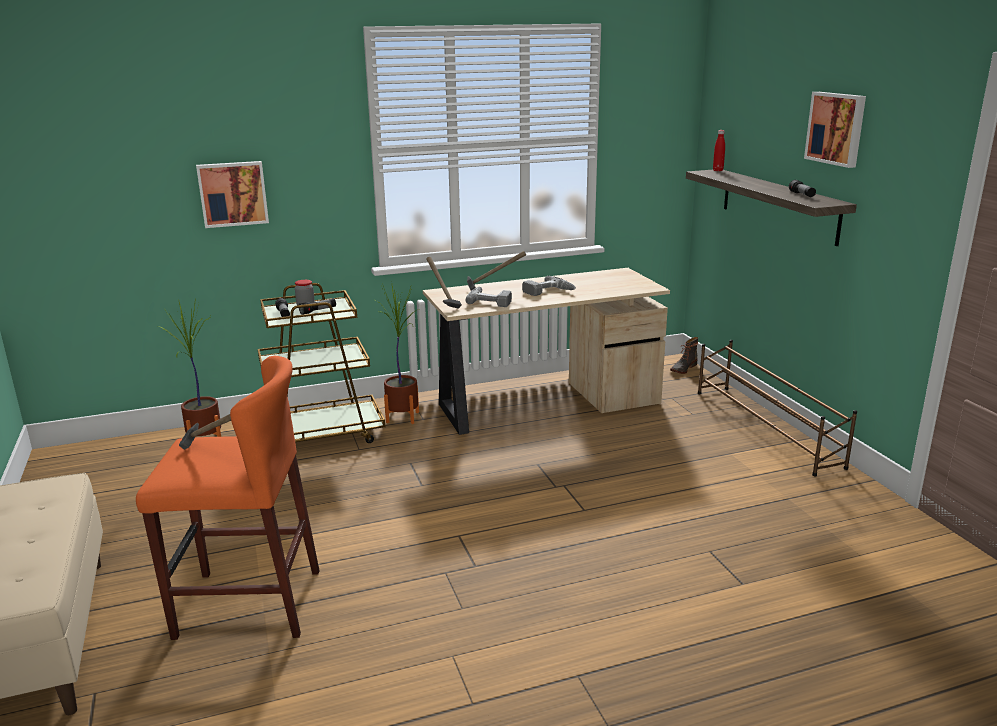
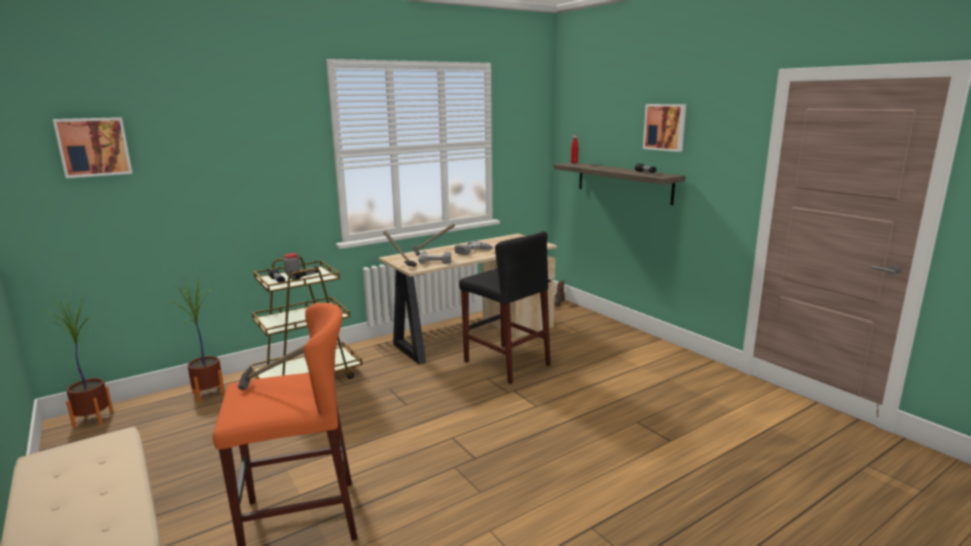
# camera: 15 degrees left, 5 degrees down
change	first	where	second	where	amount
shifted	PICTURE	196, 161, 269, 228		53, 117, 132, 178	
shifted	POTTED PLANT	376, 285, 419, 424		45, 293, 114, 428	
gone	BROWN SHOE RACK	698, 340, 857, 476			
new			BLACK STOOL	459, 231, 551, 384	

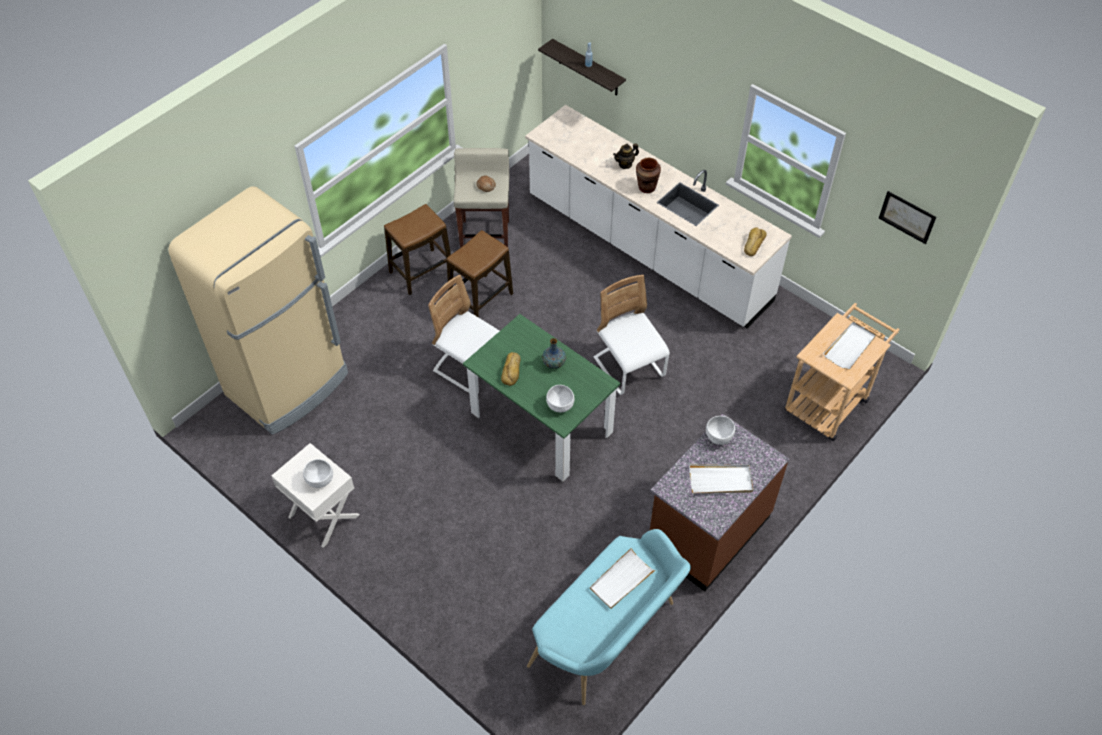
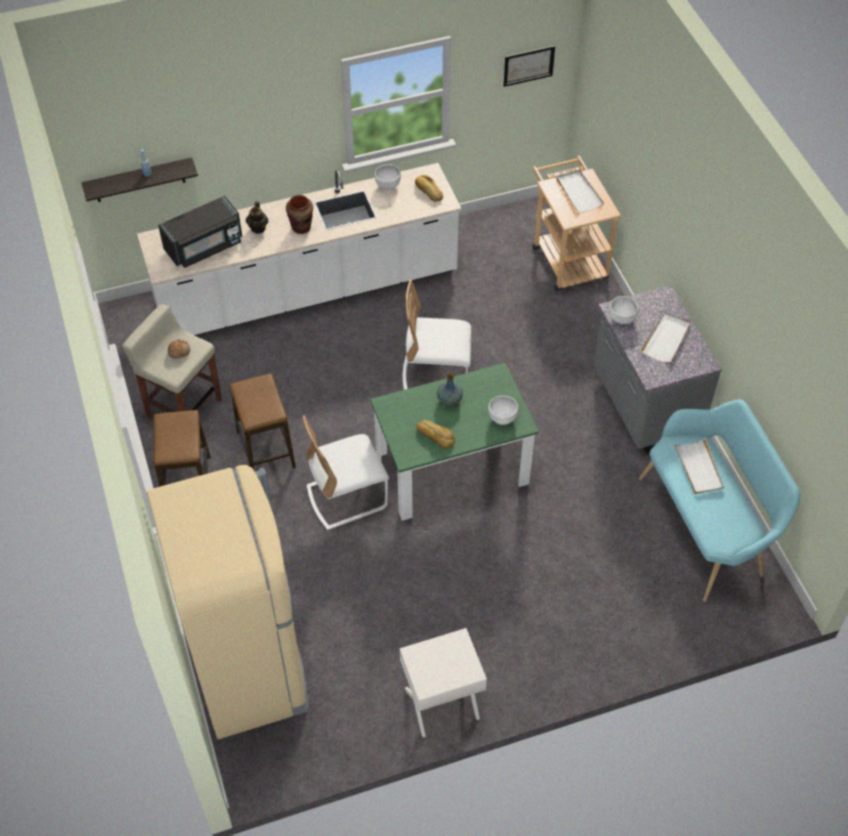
# camera: 60 degrees left, 0 degrees up
change	first	where	second	where	amount
shifted	WHITE BOWL	303, 459, 333, 488		375, 164, 401, 190	
repainted	BROWN COUNTER	650, 414, 789, 592	GREY COUNTER	594, 285, 722, 453	
new			BLACK MICROWAVE	158, 196, 242, 268	

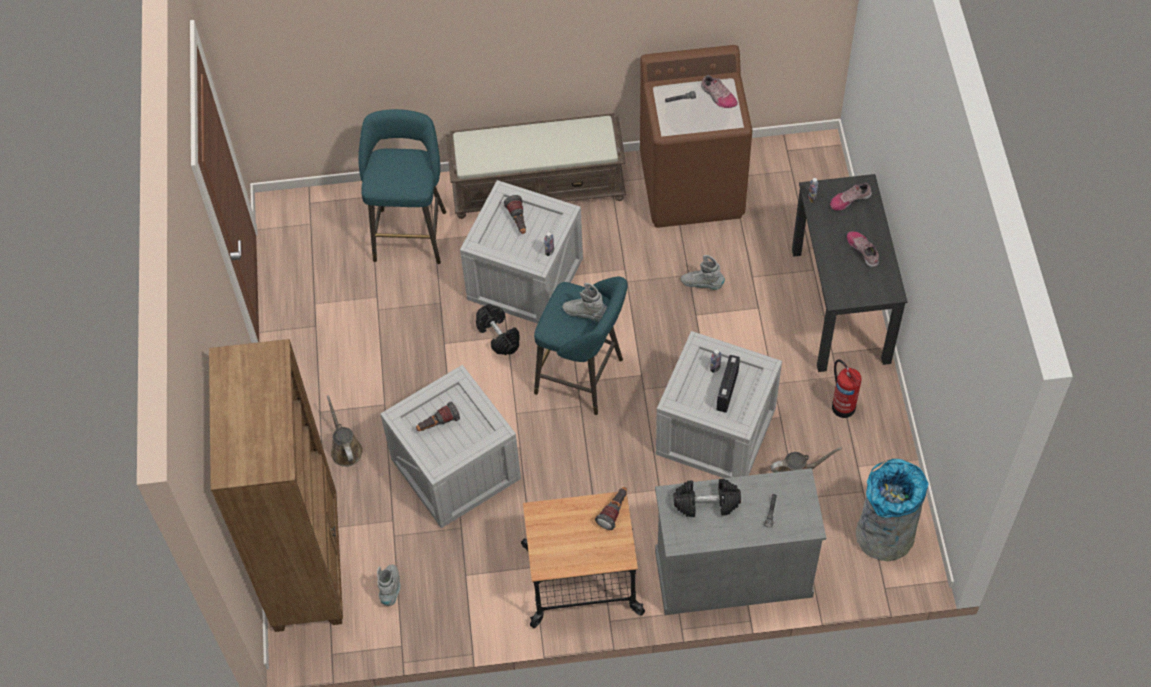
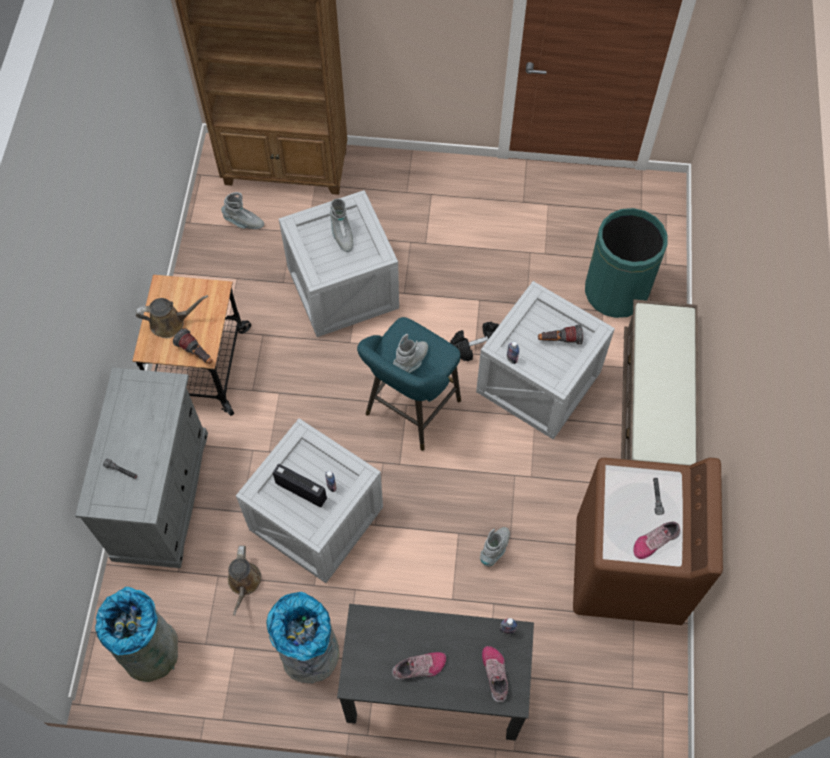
# camera: 100 degrees right, 5 degrees up
change	first	where	second	where	amount
shifted	BROWN WATERING CAN	327, 395, 363, 467		136, 295, 208, 338	
swapped	TURQUOISE STOOL	358, 109, 446, 264	GREEN TRASH CAN	585, 208, 667, 318	
swapped	FLASHLIGHT	416, 401, 460, 431	GREY BOOT	330, 198, 353, 252	
gone	BLACK DUMBBELL	674, 479, 741, 517			
swapped	FIRE EXTINGUISHER	832, 359, 861, 418	GREY TRASH CAN	266, 592, 339, 683	

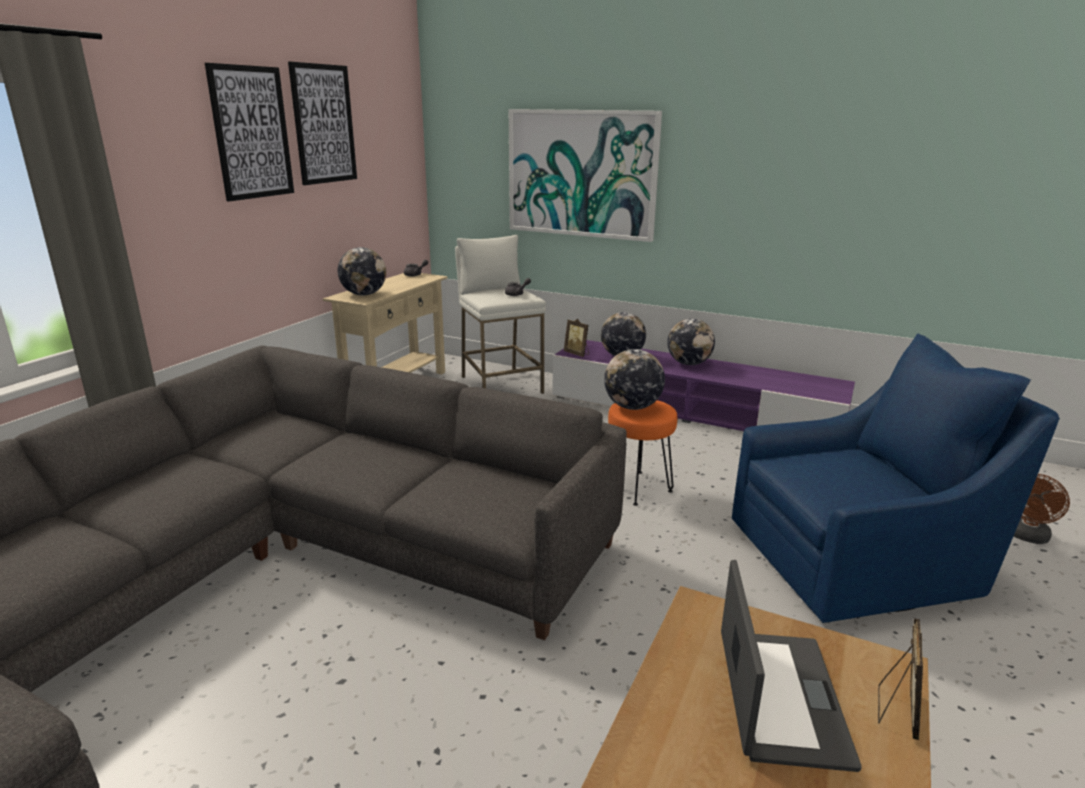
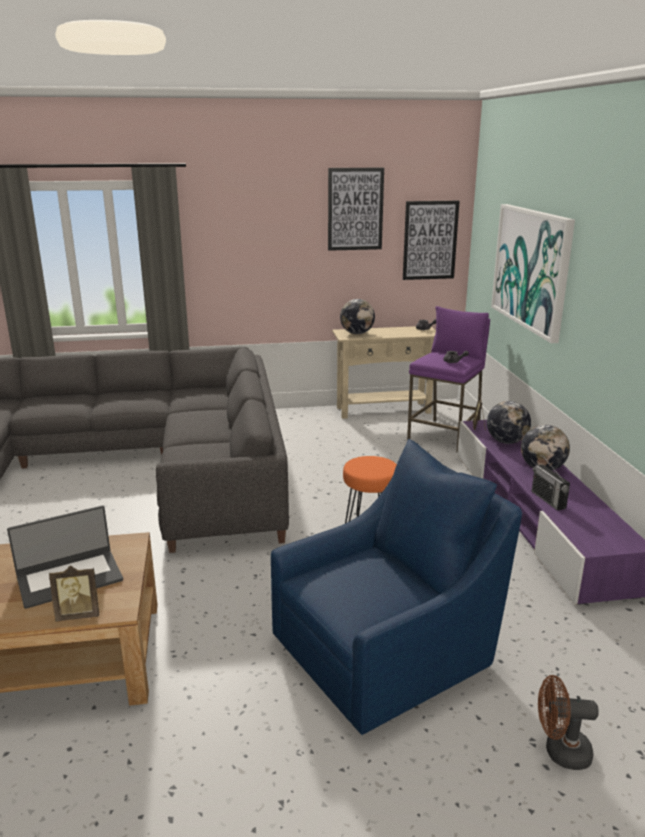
# camera: 55 degrees right, 0 degrees up
change	first	where	second	where	amount
shifted	PICTURE	205, 63, 294, 201		403, 201, 460, 280	
repainted	WHITE STOOL	455, 235, 546, 394	PURPLE STOOL	407, 306, 490, 453	
gone	GLOBE	604, 349, 665, 410			
rotated	BLUE ARMCHAIR	732, 333, 1060, 623		271, 439, 523, 735	75 degrees counterclockwise
new			RADIO	532, 455, 570, 511	

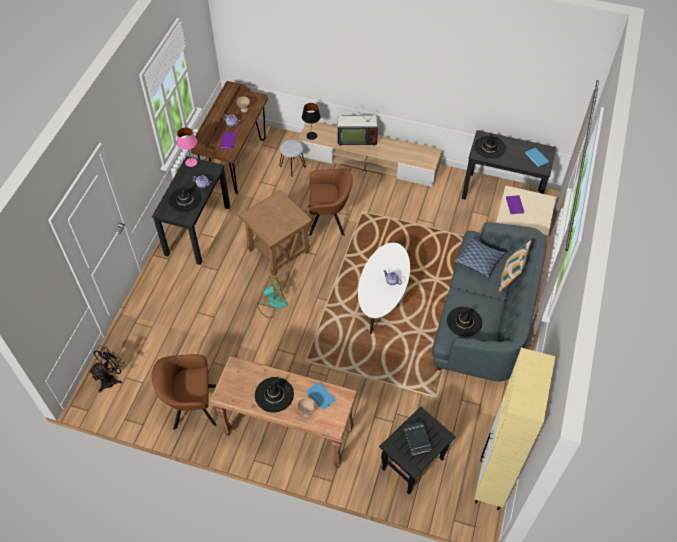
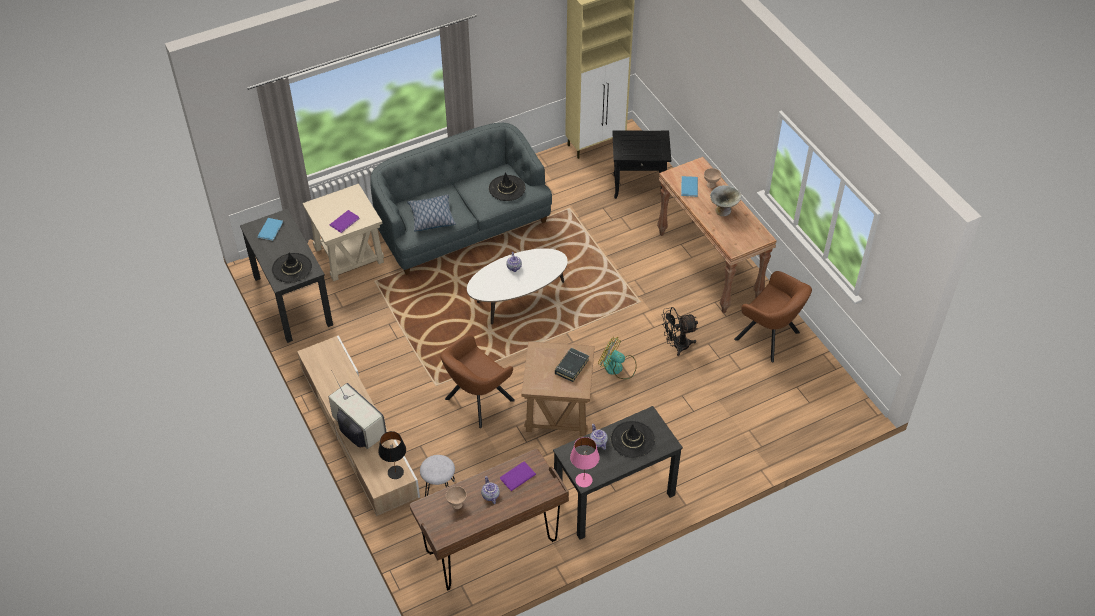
# camera: 135 degrees left, 5 degrees down
change	first	where	second	where	amount
shifted	BLACK FAN	89, 345, 125, 393		662, 307, 698, 356	
swapped	BLACK HAT	255, 377, 294, 412	GREY BOWL	710, 185, 741, 216	
rotated	BROWN ARMCHAIR	308, 168, 353, 236		440, 334, 515, 428	90 degrees counterclockwise
shifted	BLACK BOOK	403, 422, 432, 456		555, 348, 589, 382	
gone	PILLOW	499, 240, 531, 292			

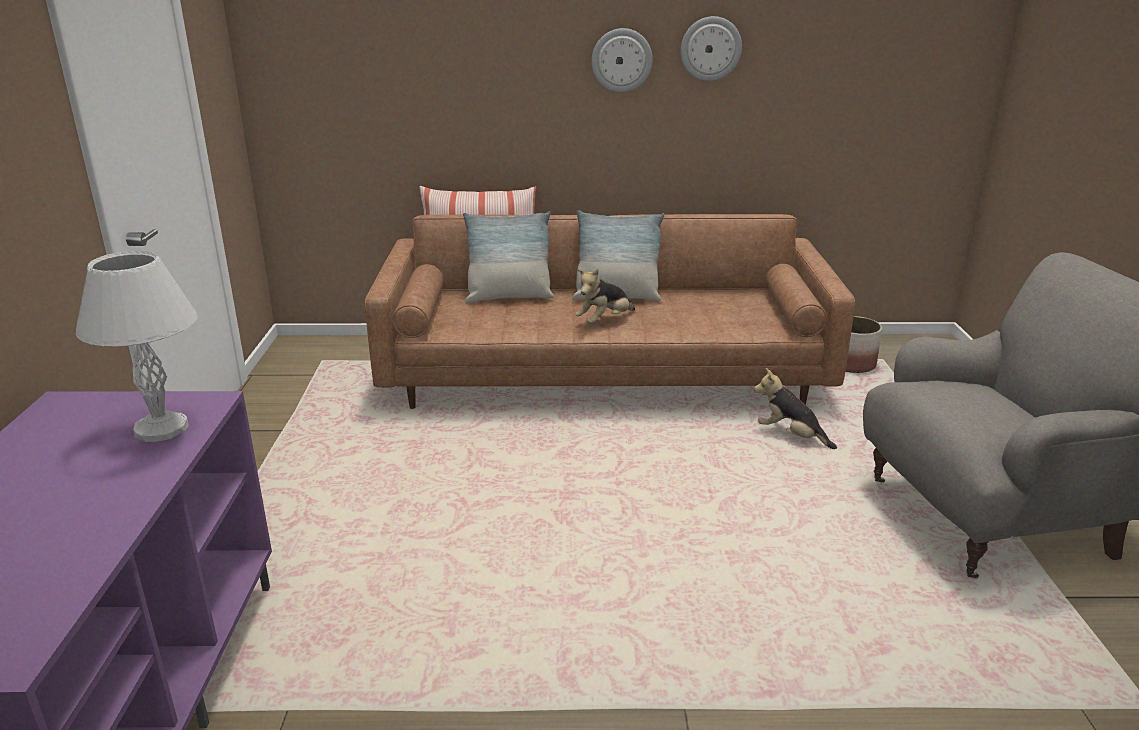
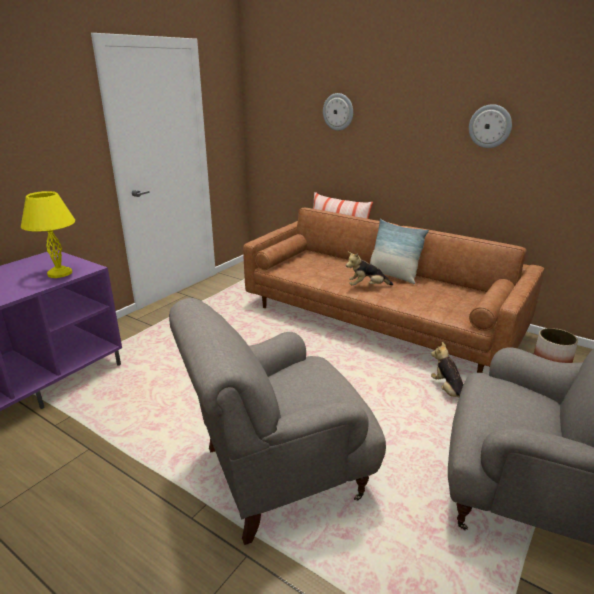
# camera: 35 degrees right, 0 degrees up
change	first	where	second	where	amount
repainted	WHITE TABLE LAMP	76, 251, 198, 442	YELLOW TABLE LAMP	21, 191, 75, 278	
gone	PILLOW	463, 211, 554, 303			
shifted	WALL CLOCK	592, 28, 653, 92		323, 93, 353, 131	
new			GREY ARMCHAIR	169, 298, 386, 545	

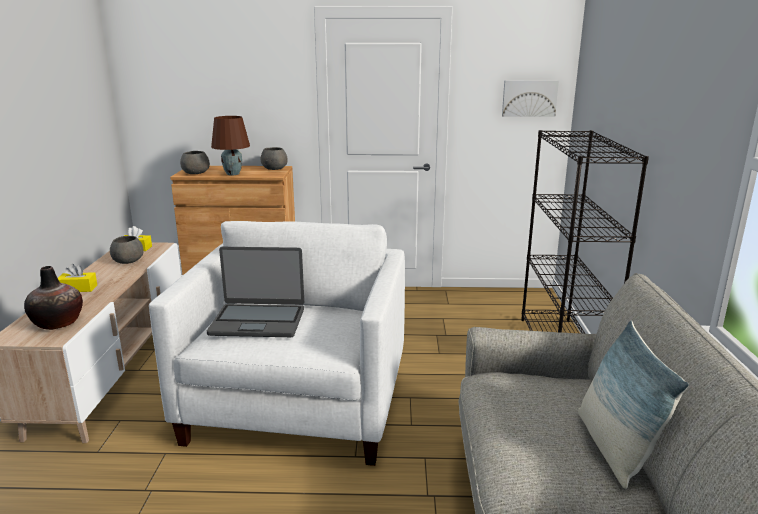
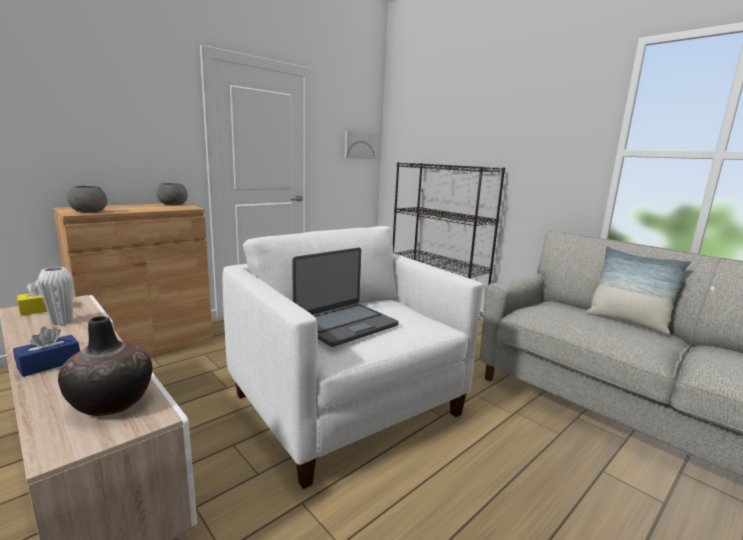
# camera: 45 degrees left, 5 degrees down
change	first	where	second	where	amount
repainted	YELLOW TISSUE BOX	58, 264, 97, 292	BLUE TISSUE BOX	13, 327, 80, 377	
swapped	GREY BOWL	110, 236, 144, 264	WHITE VASE	38, 267, 73, 325	
gone	BROWN TABLE LAMP	211, 116, 250, 175			

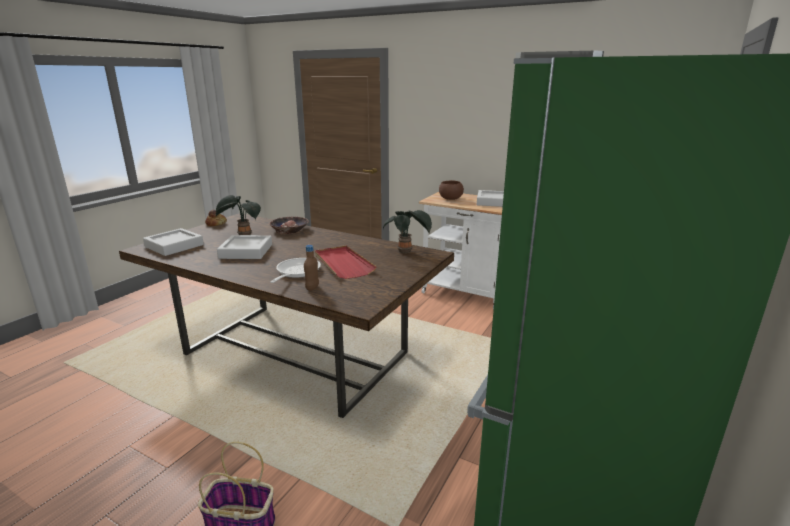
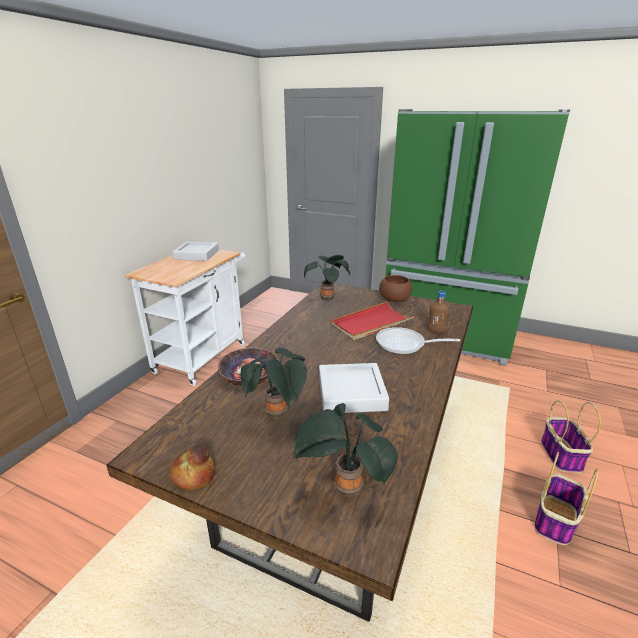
# camera: 95 degrees left, 5 degrees up
change	first	where	second	where	amount
swapped	GREY TRAY	143, 228, 204, 256	POTTED PLANT	292, 403, 398, 497	
shifted	BROWN BOWL	439, 180, 464, 200		379, 275, 412, 302	
new			BASKET	534, 452, 599, 545	

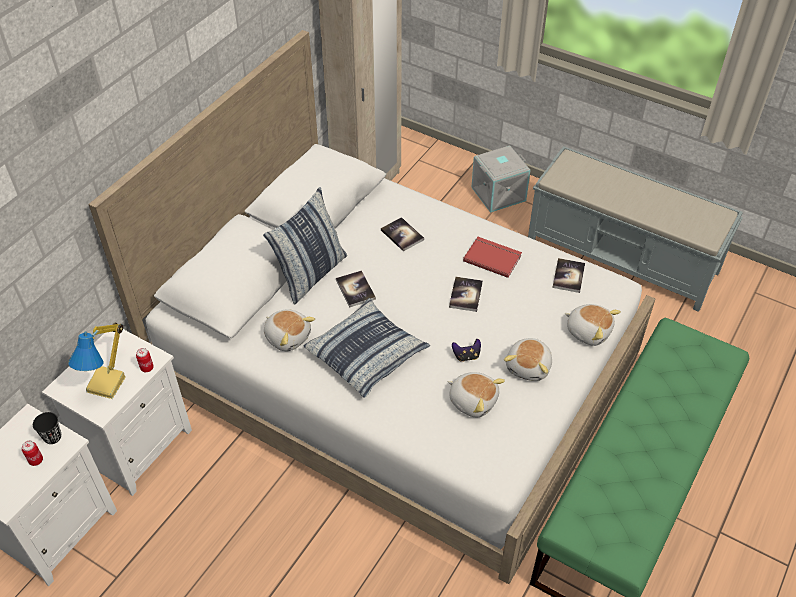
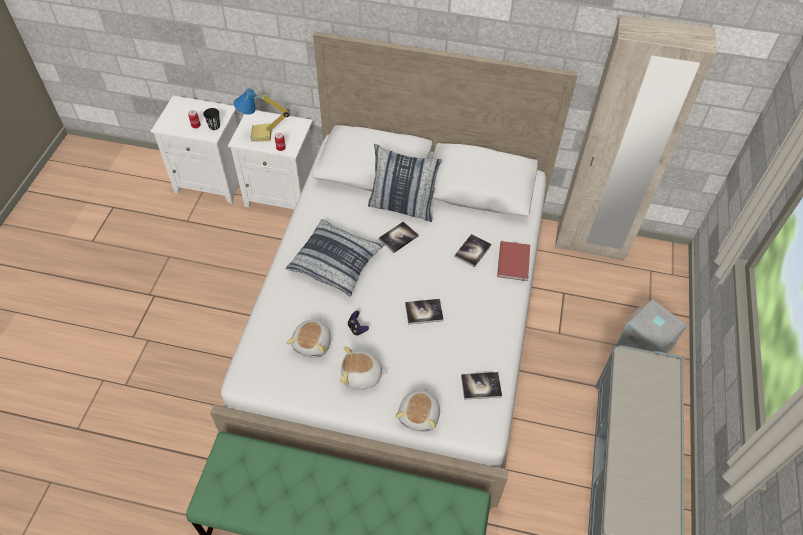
# camera: 70 degrees right, 5 degrees up
change	first	where	second	where	amount
gone	PLUSH TOY	264, 309, 315, 351			
shifted	RED BOOK	463, 237, 522, 278		497, 241, 530, 281	

